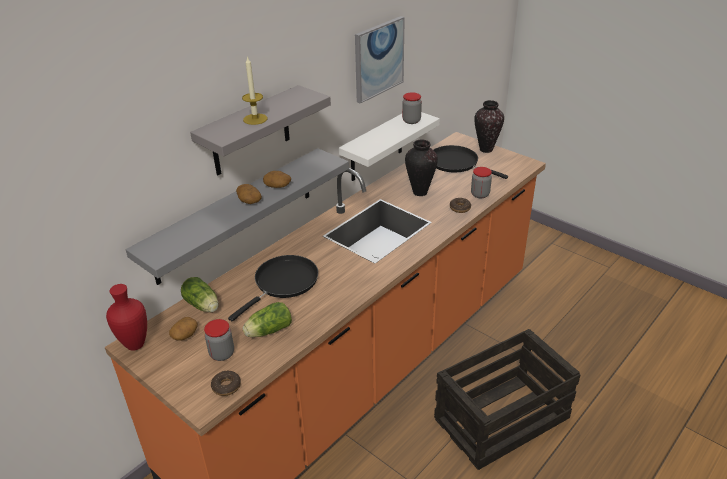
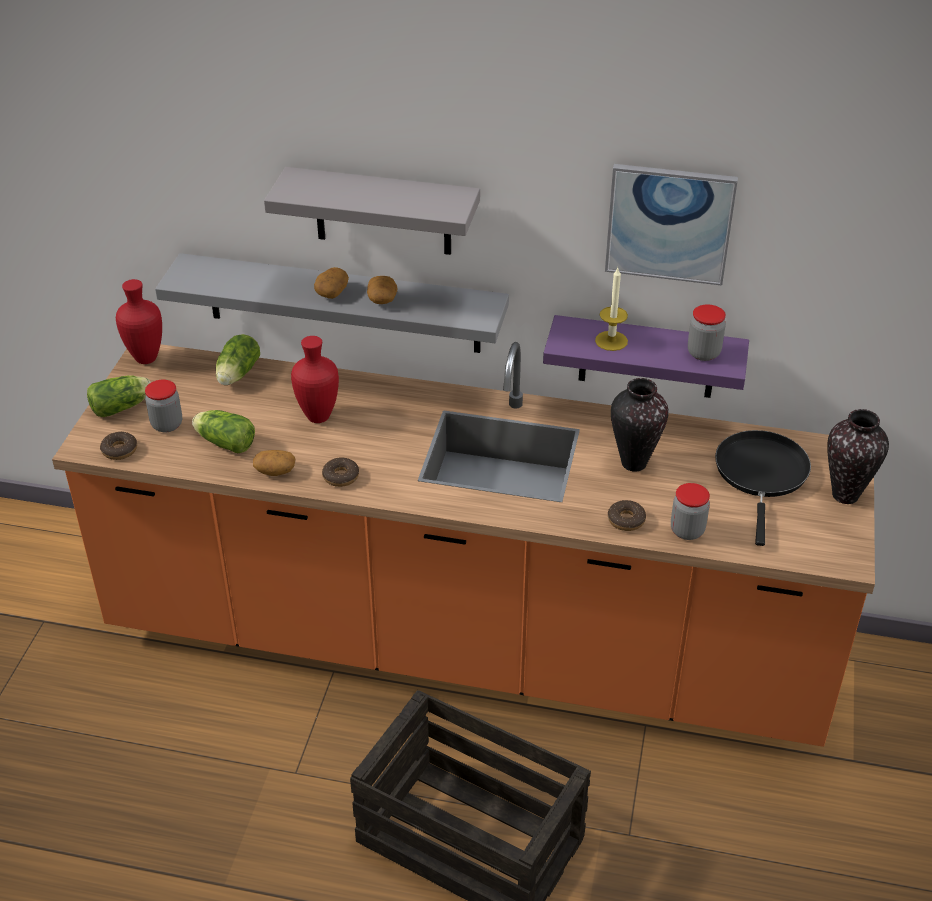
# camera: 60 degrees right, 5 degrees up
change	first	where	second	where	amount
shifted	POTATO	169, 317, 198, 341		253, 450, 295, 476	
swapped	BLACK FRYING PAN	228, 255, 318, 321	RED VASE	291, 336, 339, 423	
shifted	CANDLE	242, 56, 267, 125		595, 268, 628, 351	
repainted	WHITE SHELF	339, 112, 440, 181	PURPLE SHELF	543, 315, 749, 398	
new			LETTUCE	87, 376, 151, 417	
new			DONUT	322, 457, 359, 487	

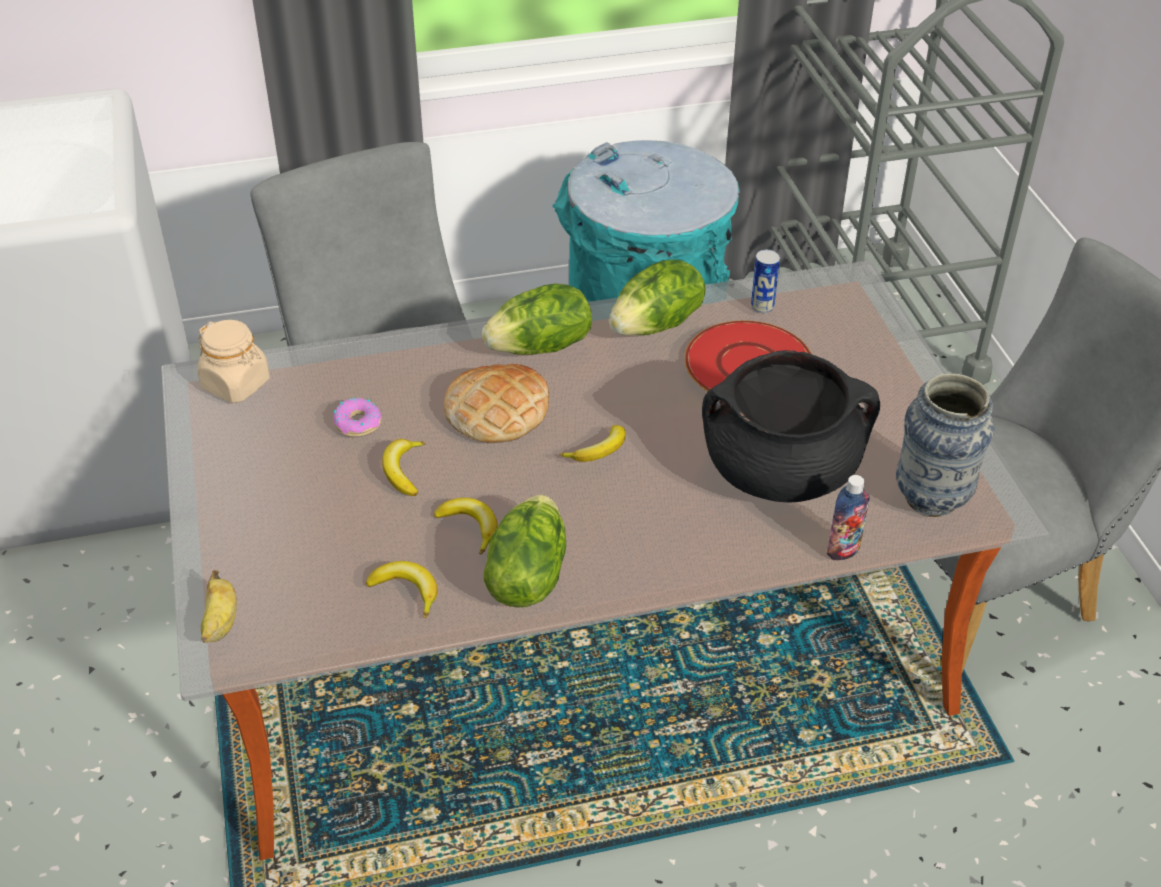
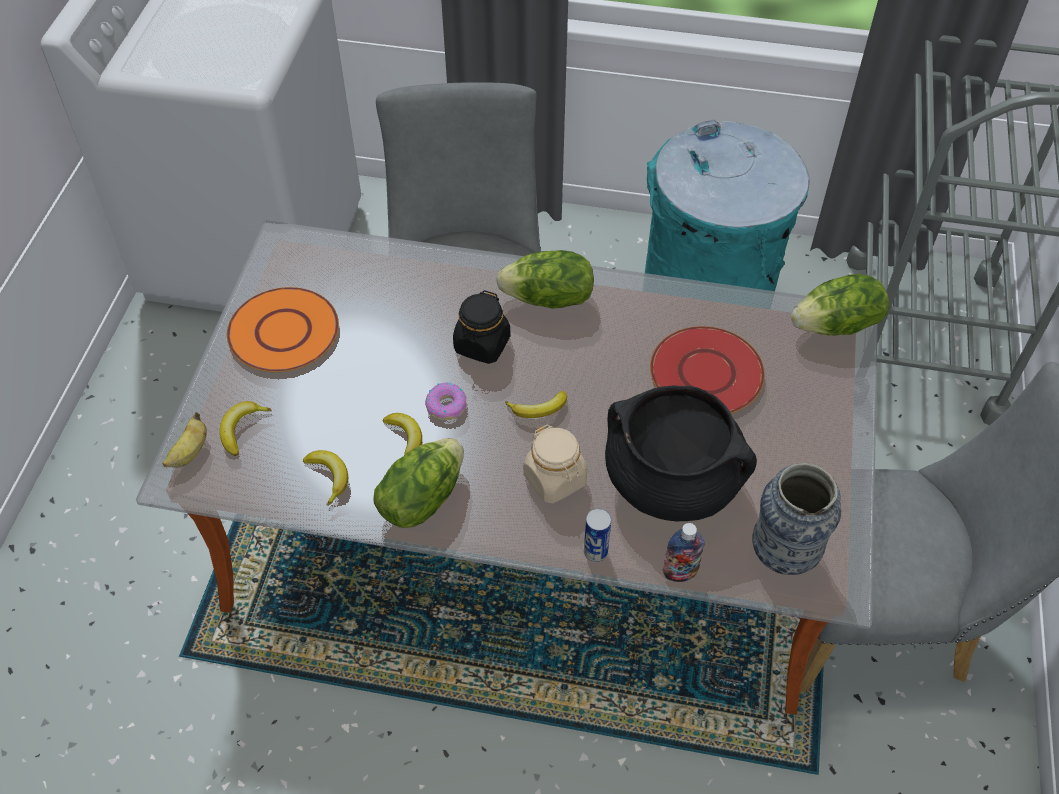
# camera: 25 degrees right, 10 degrees up
change	first	where	second	where	amount
shifted	BEIGE JAR	198, 320, 270, 403		523, 425, 587, 503	
shifted	DONUT	333, 398, 382, 437		425, 382, 466, 420	
shifted	BANANA	382, 439, 425, 496		220, 401, 271, 456	
swapped	BREAD	444, 364, 549, 443	BLACK JAR	453, 290, 511, 364	
shifted	LETTUCE	609, 260, 706, 336		791, 274, 889, 335	
shifted	CAN	751, 250, 780, 313		584, 508, 611, 562	
new			ORANGE PLATE	227, 287, 339, 372	

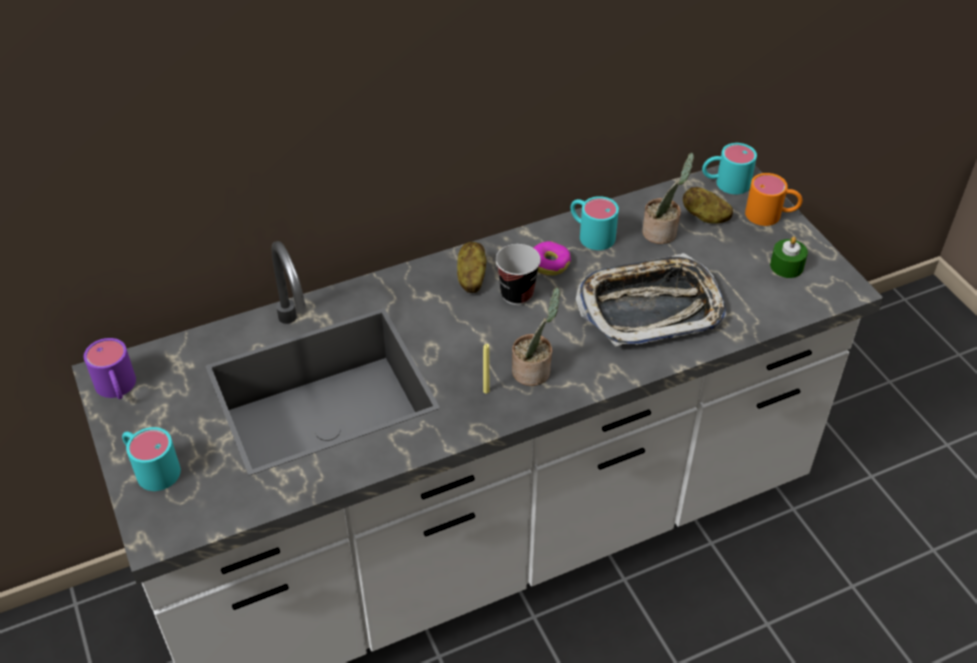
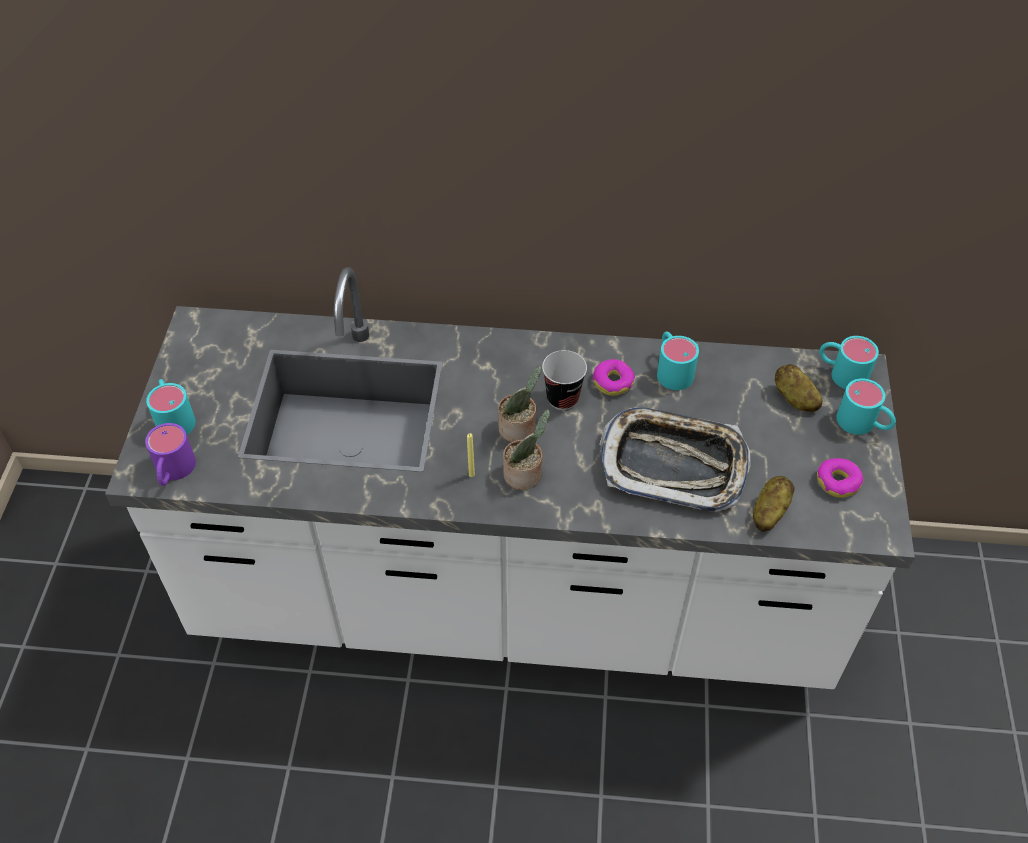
# camera: 30 degrees right, 5 degrees up
change	first	where	second	where	amount
shifted	PURPLE MUG	84, 338, 136, 399		145, 423, 196, 486	
shifted	POTATO	457, 242, 486, 293		753, 476, 795, 532	
shifted	POTTED PLANT	642, 153, 694, 244		498, 366, 542, 442	
repainted	ORANGE MUG	745, 173, 803, 226	TURQUOISE MUG	836, 379, 896, 435	
swapped	GREEN CANDLE	770, 237, 808, 278	DONUT	817, 458, 863, 498	

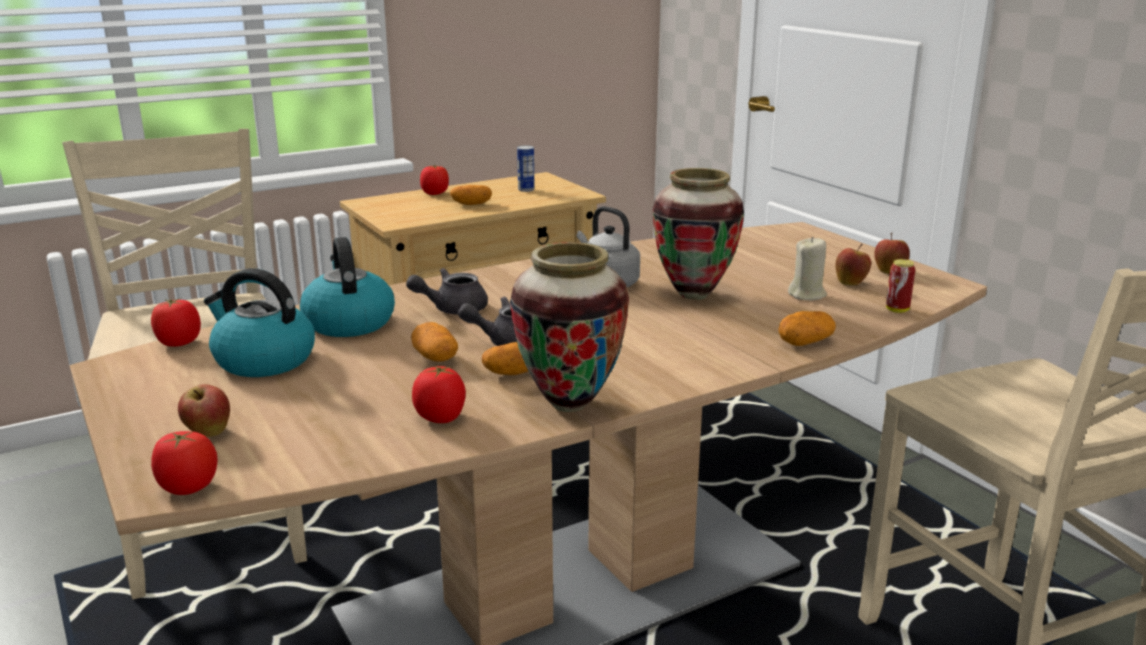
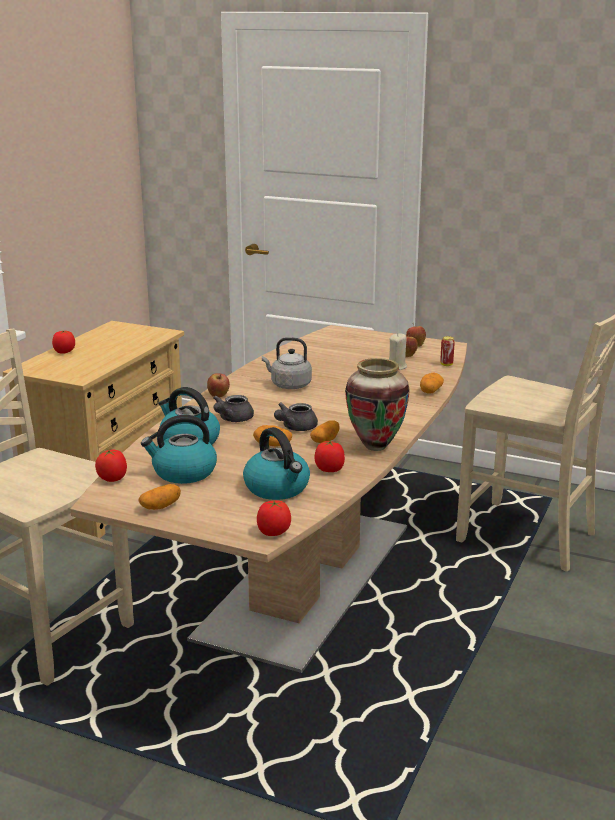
# camera: 35 degrees left, 0 degrees up
change	first	where	second	where	amount
shifted	APPLE	178, 384, 230, 437		207, 373, 230, 398	
shifted	POTATO	450, 185, 492, 205		138, 484, 181, 510	
gone	CAN	517, 146, 535, 192			
gone	VASE	652, 168, 744, 300			
new			KETTLE	243, 427, 310, 500	

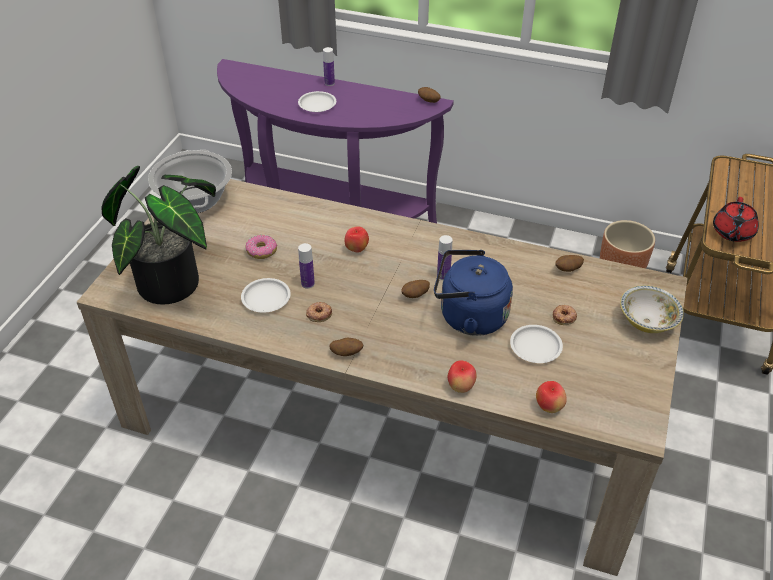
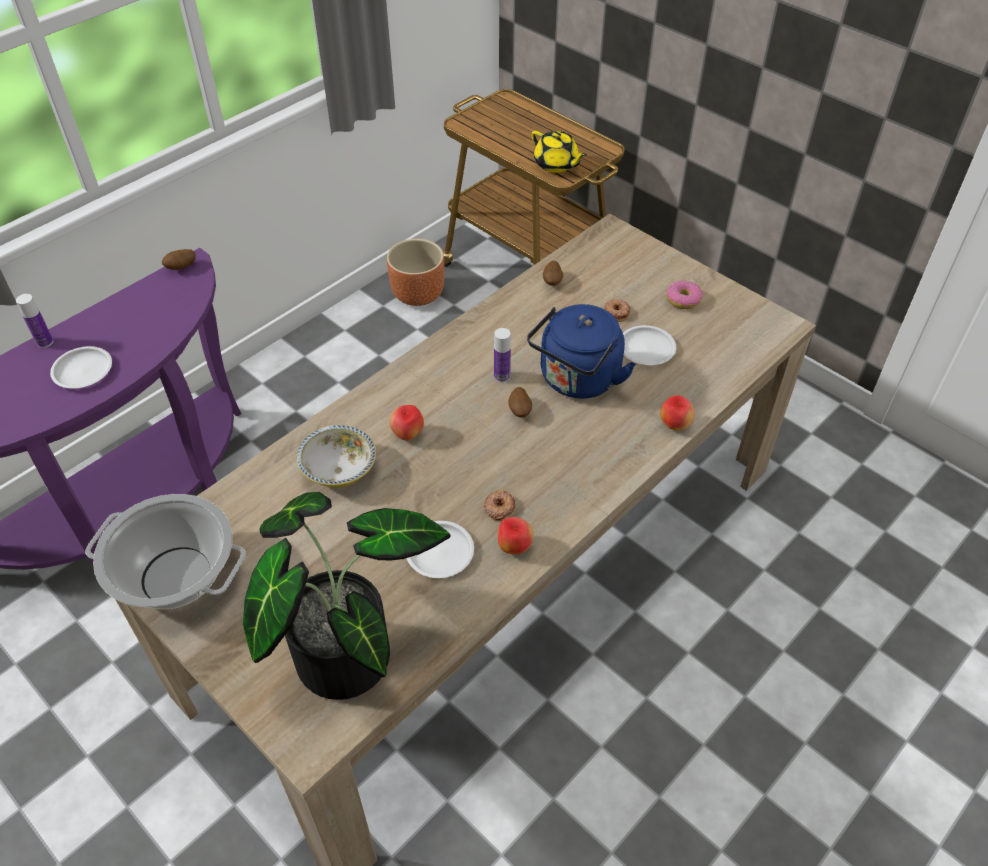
# camera: 65 degrees left, 5 degrees up
change	first	where	second	where	amount
shifted	DONUT	245, 235, 277, 259		666, 280, 703, 309	
gone	BOTTLE	298, 243, 315, 289			
gone	POTATO	330, 338, 363, 356			
shifted	APPLE	536, 381, 567, 413		498, 517, 534, 554	
shifted	BOWL	620, 285, 684, 333		296, 425, 376, 487	
repainted	RED TEAPOT	713, 197, 759, 242	YELLOW TEAPOT	531, 131, 587, 173	

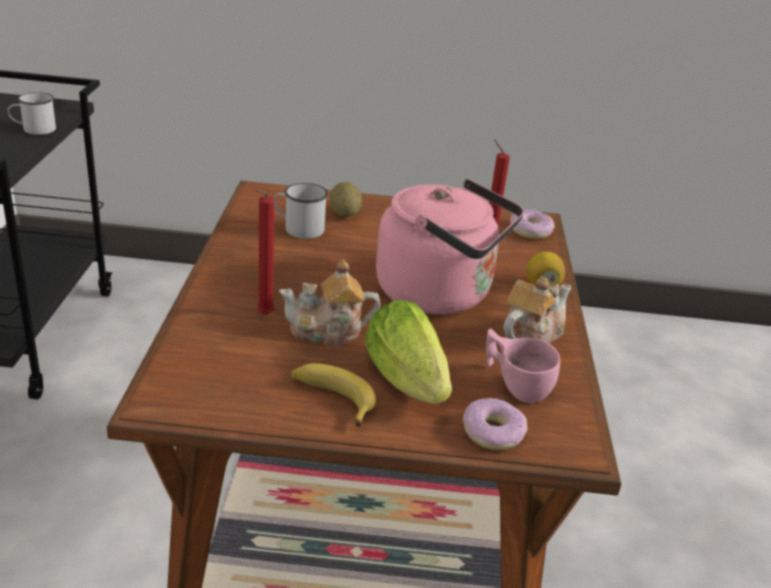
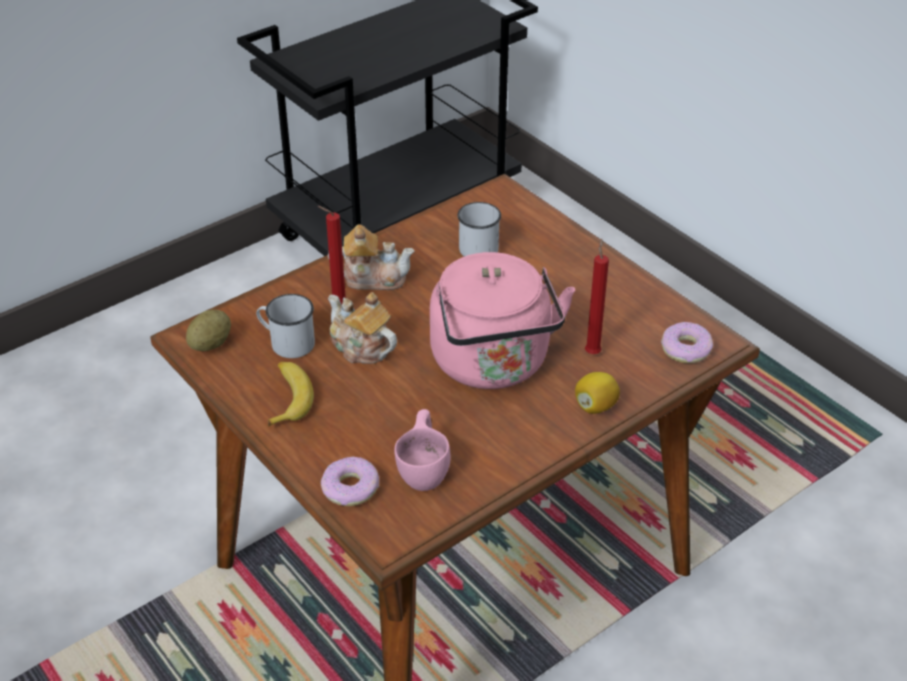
# camera: 50 degrees right, 10 degrees up
change	first	where	second	where	amount
shifted	WHITE MUG	8, 92, 56, 135		256, 294, 315, 358	
shifted	POTATO	329, 182, 362, 216		186, 310, 231, 351	
gone	LETTUCE	365, 300, 452, 404			
shifted	TEAPOT	503, 277, 571, 343		328, 224, 415, 290	

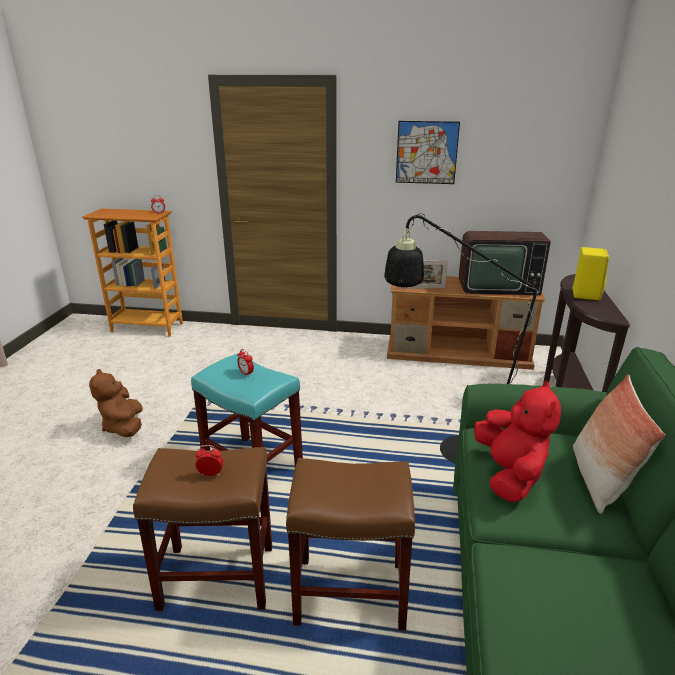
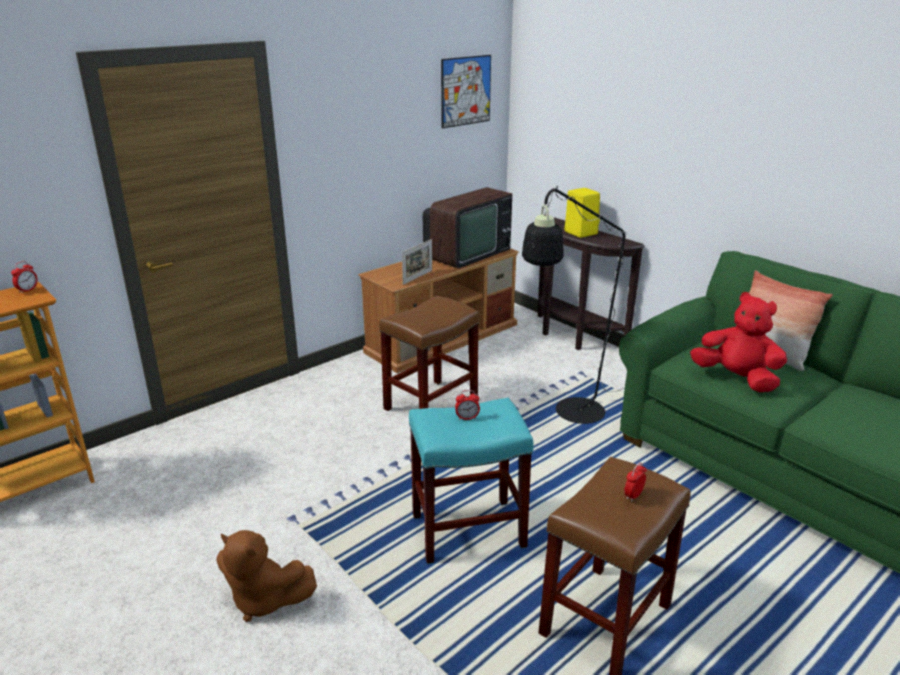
# camera: 50 degrees left, 0 degrees up
change	first	where	second	where	amount
shifted	BROWN STOOL	286, 458, 415, 631		379, 296, 479, 411	
shifted	PICTURE	396, 121, 460, 184		441, 55, 491, 128	

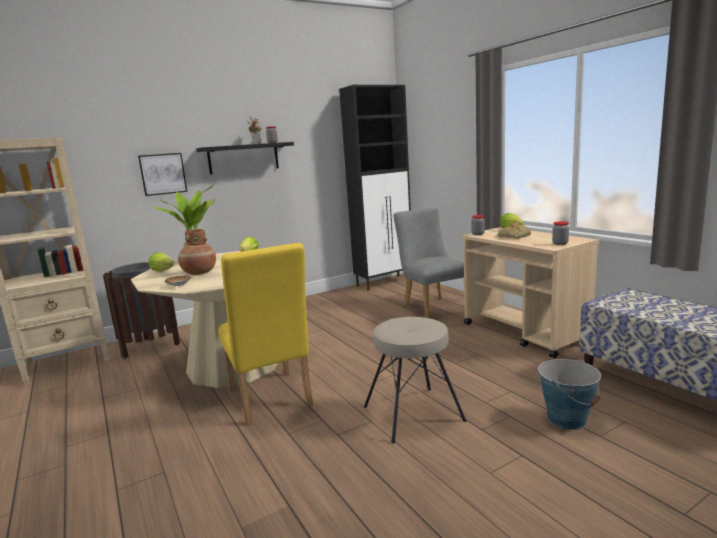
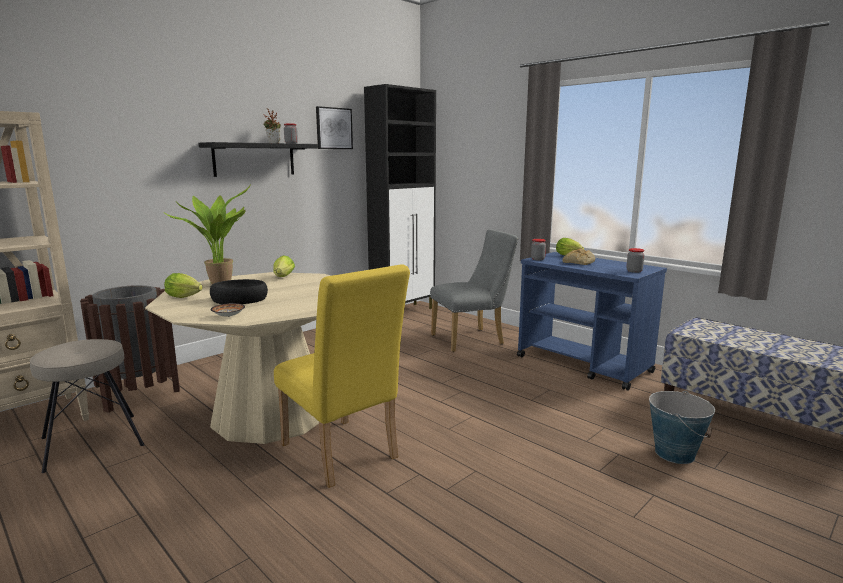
# camera: 15 degrees left, 0 degrees up
change	first	where	second	where	amount
shifted	PICTURE	138, 153, 187, 196		316, 106, 353, 149	
swapped	BROWN VASE	178, 229, 216, 275	BLACK BOWL	210, 279, 268, 304	
shifted	BEIGE STOOL	364, 317, 466, 444		30, 339, 144, 473	
rotated	GREY CHAIR	393, 208, 464, 318		430, 229, 518, 352	105 degrees clockwise
repainted	BEIGE CART	462, 227, 599, 358	BLUE CART	517, 252, 667, 391	

